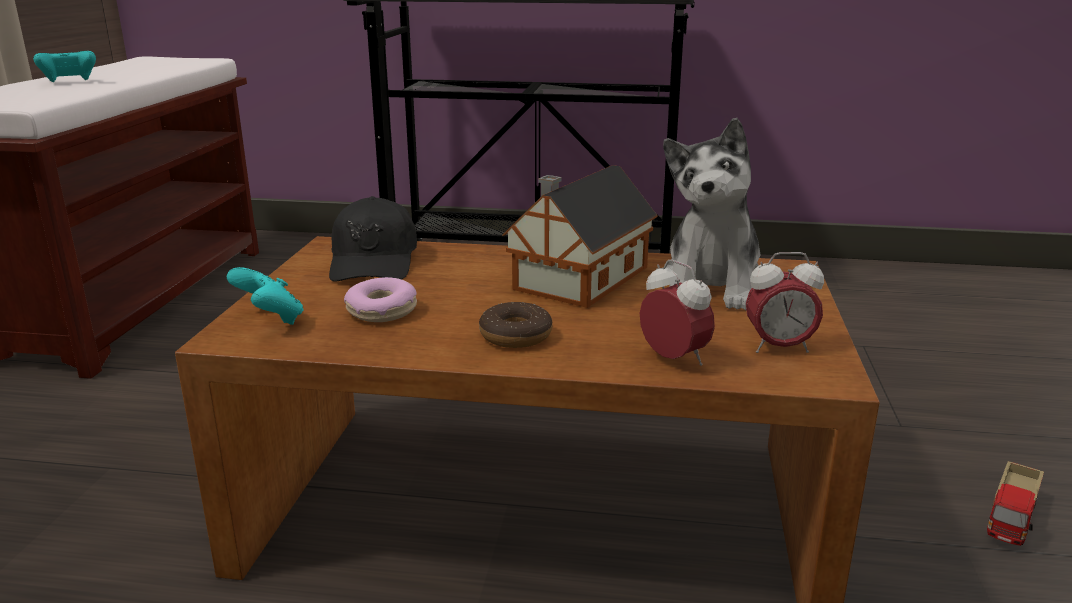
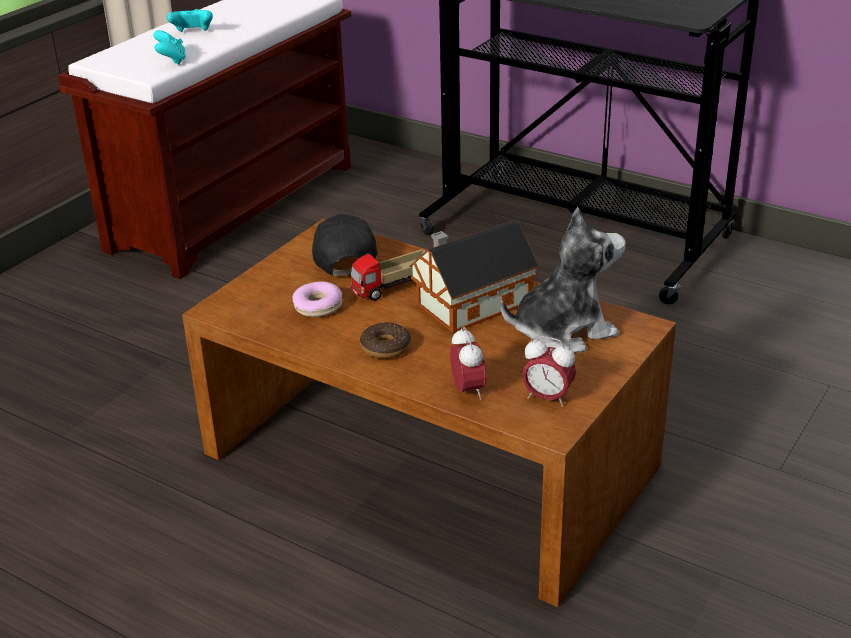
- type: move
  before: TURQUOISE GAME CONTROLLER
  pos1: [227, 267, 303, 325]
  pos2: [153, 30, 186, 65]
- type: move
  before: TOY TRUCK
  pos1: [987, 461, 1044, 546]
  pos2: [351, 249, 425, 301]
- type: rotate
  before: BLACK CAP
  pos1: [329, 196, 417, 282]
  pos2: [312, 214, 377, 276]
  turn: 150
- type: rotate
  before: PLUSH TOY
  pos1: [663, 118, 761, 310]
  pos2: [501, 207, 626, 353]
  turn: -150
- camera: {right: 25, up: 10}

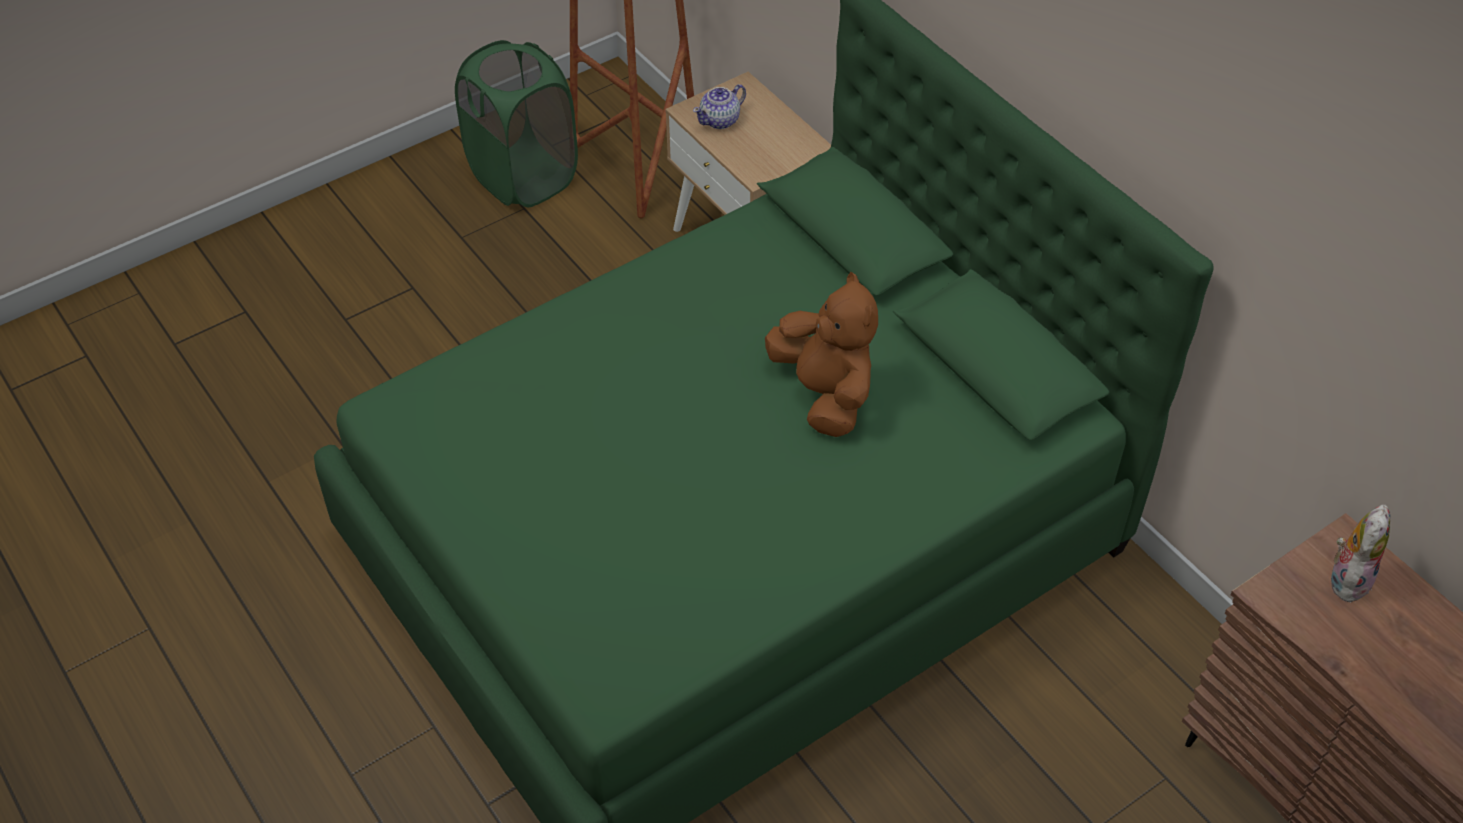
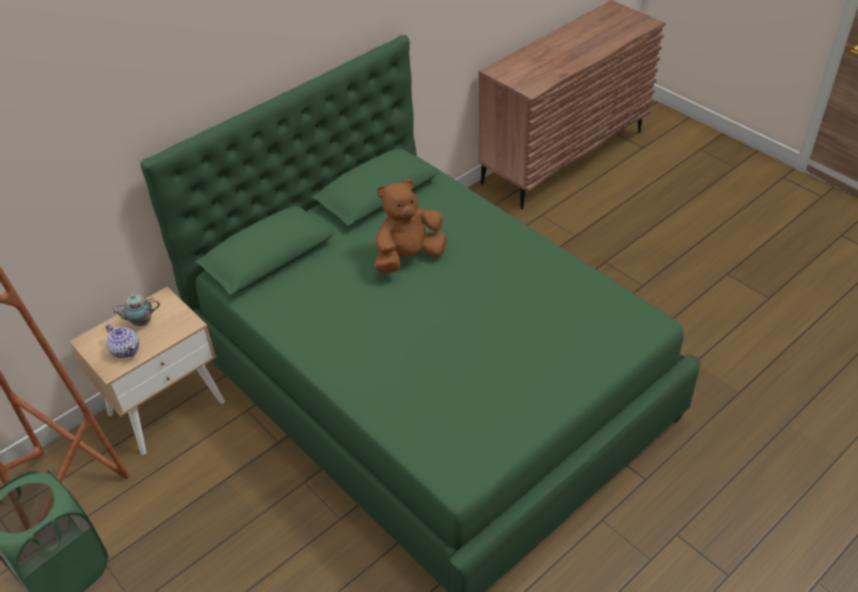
- type: delete
  before: PLUSH TOY
  pos1: [1331, 504, 1390, 603]
- type: insert
  after: TEAPOT
  pos2: [112, 294, 160, 326]
- camera: {right: -95, up: -5}

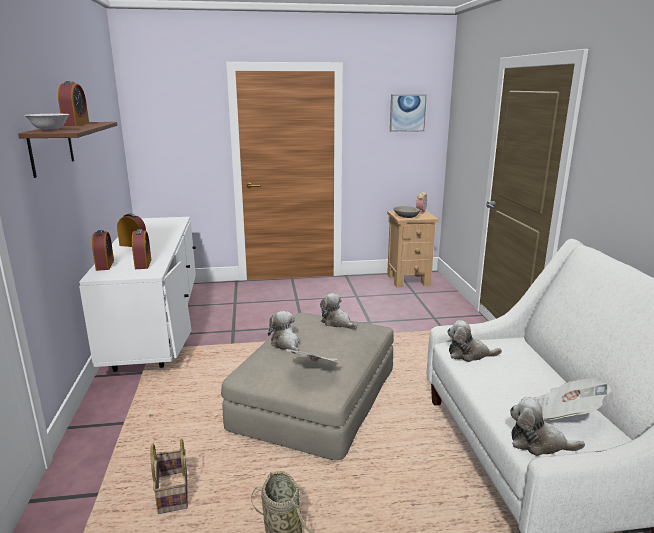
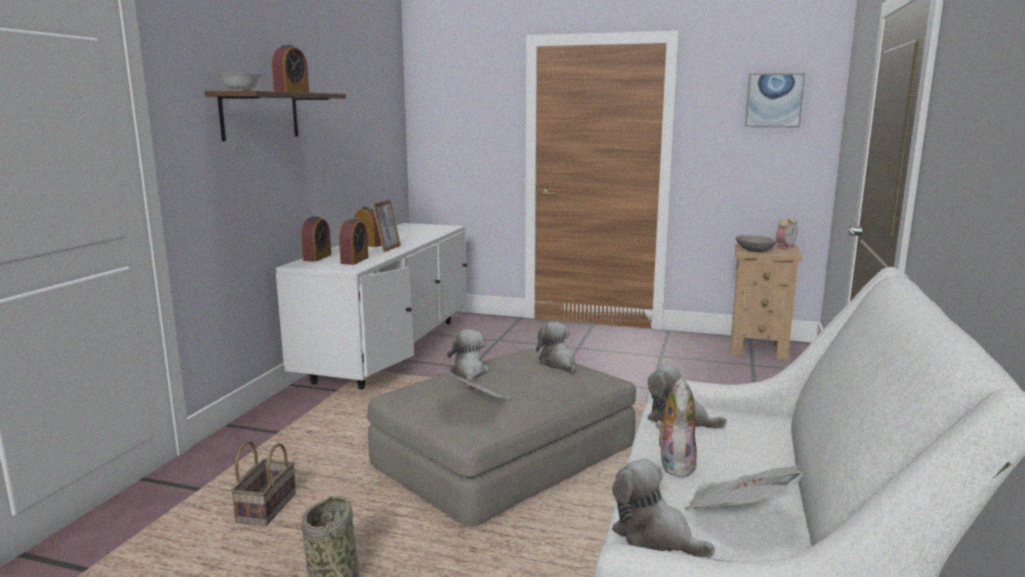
- type: insert
  after: PICTURE FRAME
  pos2: [372, 199, 401, 252]
- type: insert
  after: PLUSH TOY
  pos2: [656, 378, 697, 477]
- camera: {right: 25, up: -5}

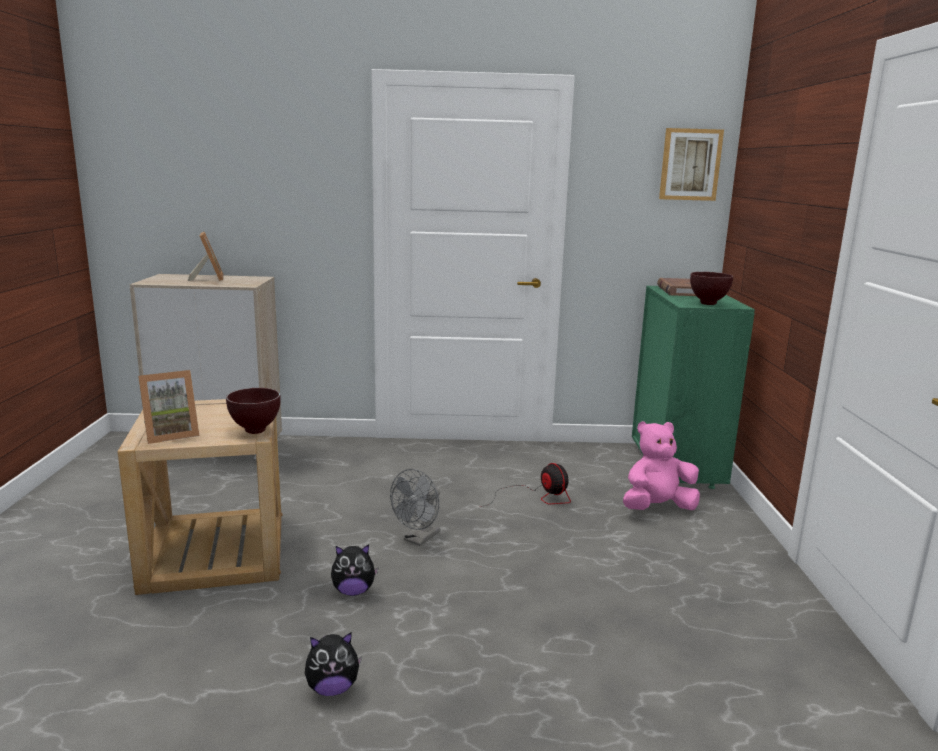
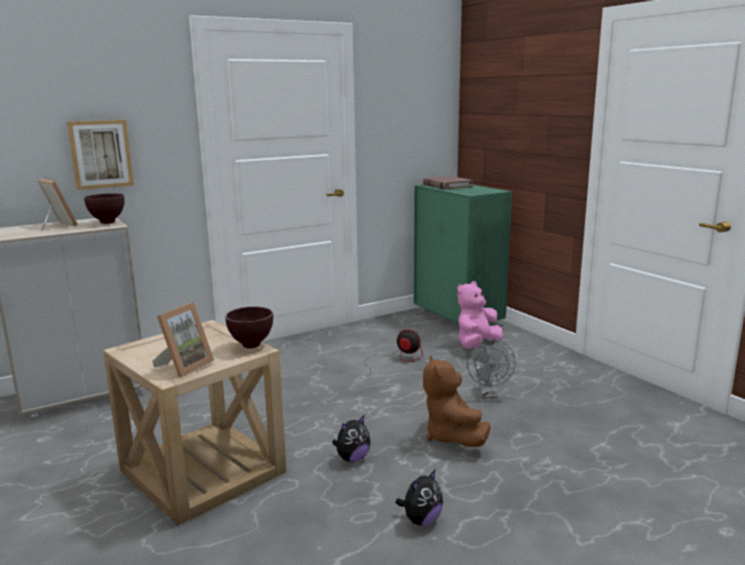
- type: insert
  after: BROWN PLUSH TOY
  pos2: [423, 356, 491, 447]
- type: move
  before: GREY FAN
  pos1: [390, 469, 440, 546]
  pos2: [467, 339, 516, 398]
- type: move
  before: PICTURE
  pos1: [659, 128, 724, 201]
  pos2: [67, 120, 134, 190]
- type: move
  before: BROWN BOWL
  pos1: [690, 272, 733, 305]
  pos2: [84, 193, 124, 224]
- camera: {right: -30, up: 0}

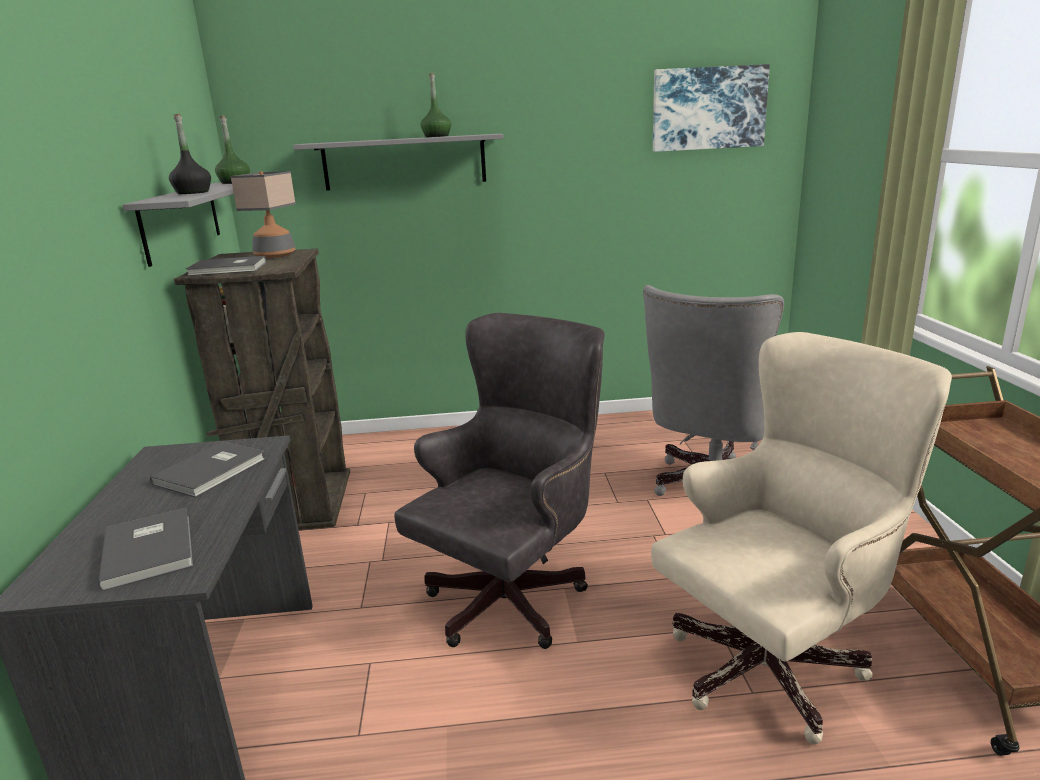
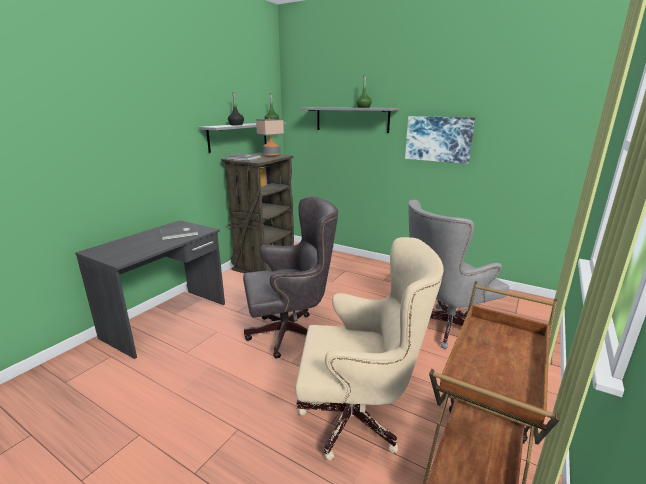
- type: delete
  before: GREY BOOK
  pos1: [98, 508, 193, 592]
- type: move
  before: PICTURE
  pos1: [653, 64, 770, 152]
  pos2: [405, 116, 475, 164]
- camera: {right: 35, up: 0}

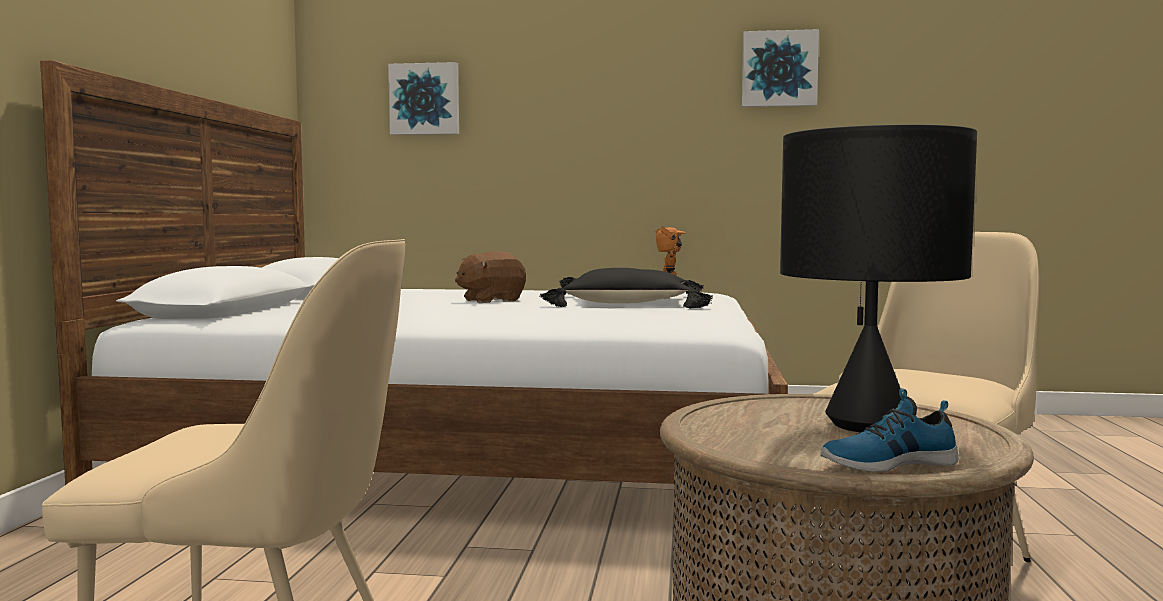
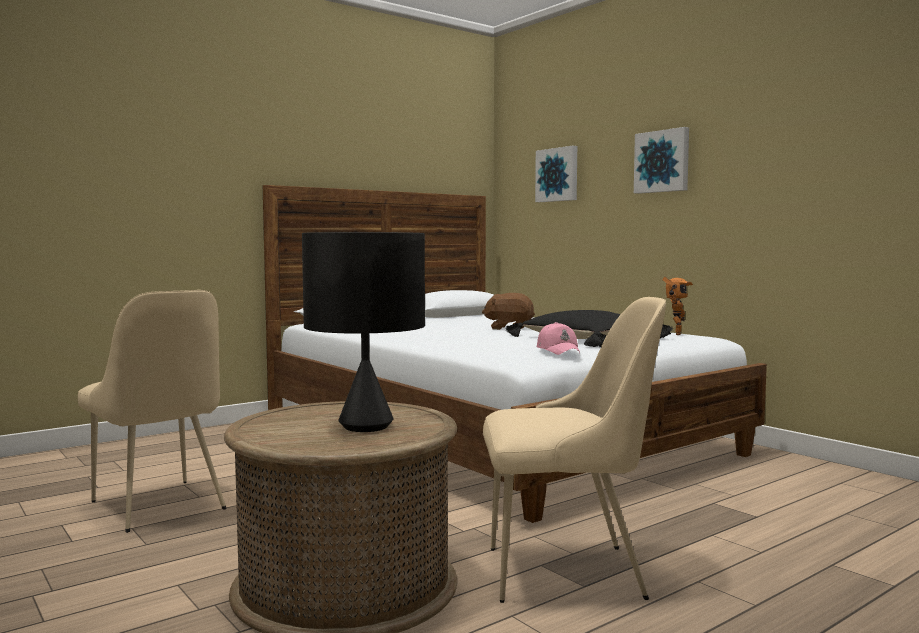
- type: delete
  before: SHOE
  pos1: [820, 388, 959, 472]
- type: insert
  after: PINK CAP
  pos2: [537, 322, 580, 355]
- type: move
  before: PICTURE
  pos1: [742, 29, 819, 107]
  pos2: [634, 127, 689, 194]
- camera: {right: 45, up: 0}

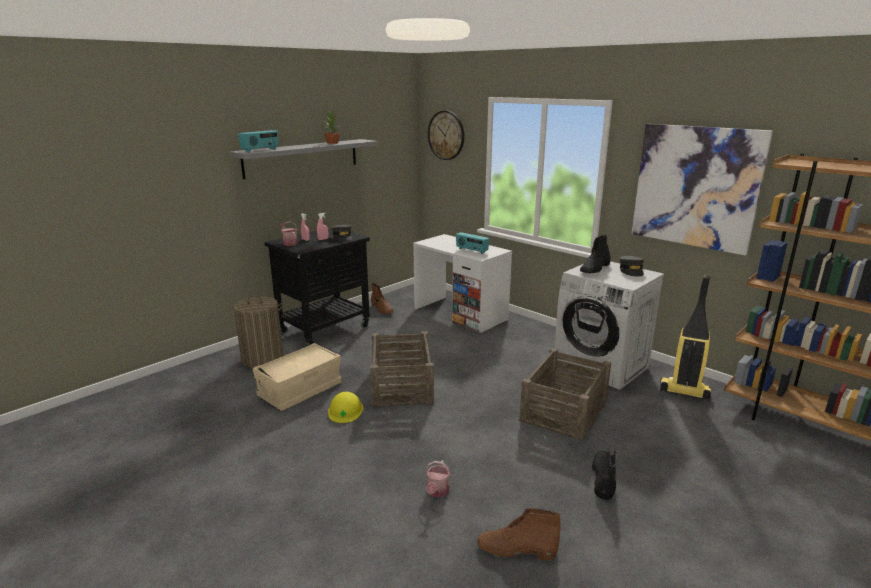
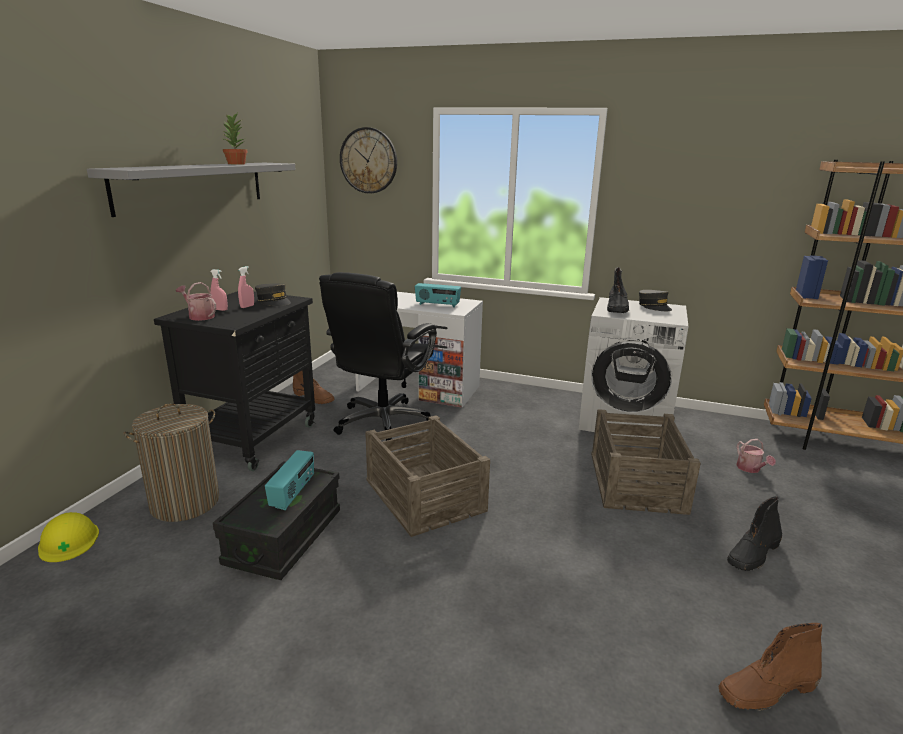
- type: delete
  before: PICTURE
  pos1: [631, 124, 773, 255]
- type: delete
  before: VACUUM CLEANER
  pos1: [660, 275, 711, 401]
- type: insert
  after: BLACK OFFICE CHAIR
  pos2: [319, 272, 437, 441]
- type: move
  before: RADIO
  pos1: [238, 130, 278, 152]
  pos2: [265, 450, 314, 510]
- type: move
  before: YELLOW HARD HAT
  pos1: [328, 392, 363, 423]
  pos2: [38, 512, 99, 562]
- type: move
  before: WATERING CAN
  pos1: [426, 460, 451, 497]
  pos2: [736, 439, 776, 473]
- type: recolor
  before: BEIGE STORAGE BOX
  after: BLACK STORAGE BOX
  pos1: [253, 343, 341, 411]
  pos2: [213, 461, 340, 580]
- type: rotate
  before: BLACK BOOT
  pos1: [592, 448, 616, 500]
  pos2: [727, 496, 782, 571]
  turn: -120
- camera: {right: -25, up: 0}

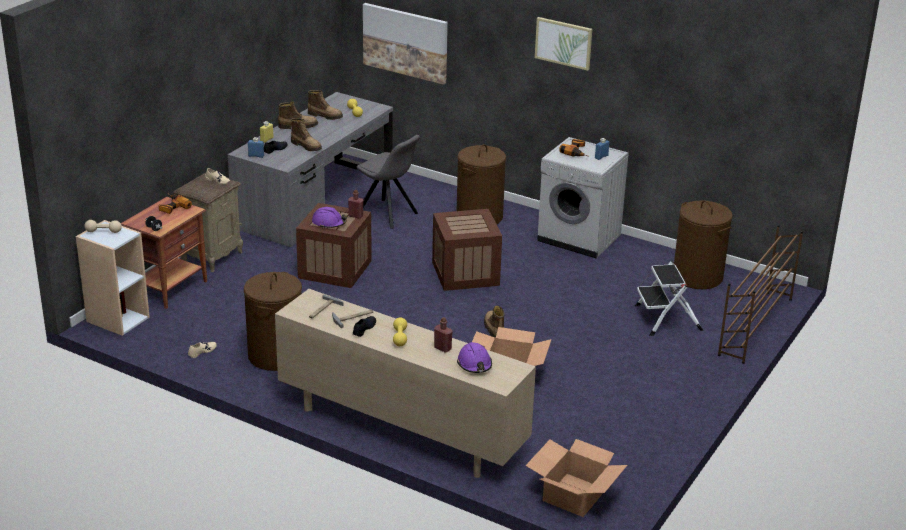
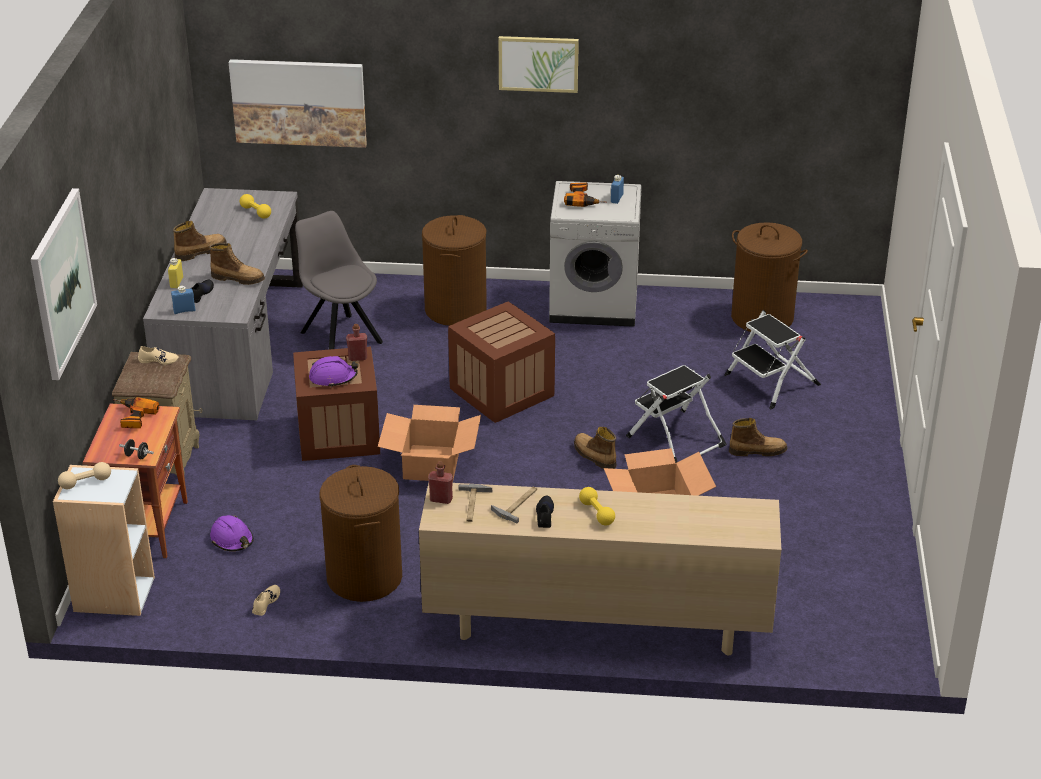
- type: delete
  before: BROWN SHOE RACK
  pos1: [718, 225, 803, 364]
- type: insert
  after: PICTURE
  pos2: [31, 188, 97, 380]
- type: insert
  after: STEP LADDER
  pos2: [626, 365, 727, 463]
- type: move
  before: BOOT
  pos1: [308, 90, 343, 120]
  pos2: [729, 418, 787, 456]
- type: move
  before: RED BOTTLE
  pos1: [434, 317, 453, 353]
  pos2: [428, 462, 453, 504]
- type: move
  before: PURPLE HARD HAT
  pos1: [457, 342, 492, 373]
  pos2: [210, 515, 254, 551]
- type: move
  before: CARDBOARD BOX
  pos1: [525, 439, 627, 517]
  pos2: [378, 405, 481, 481]
- type: rotate
  before: GREY CHAIR
  pos1: [356, 135, 420, 229]
  pos2: [295, 211, 383, 350]
  turn: -135
- camera: {right: -25, up: 5}

